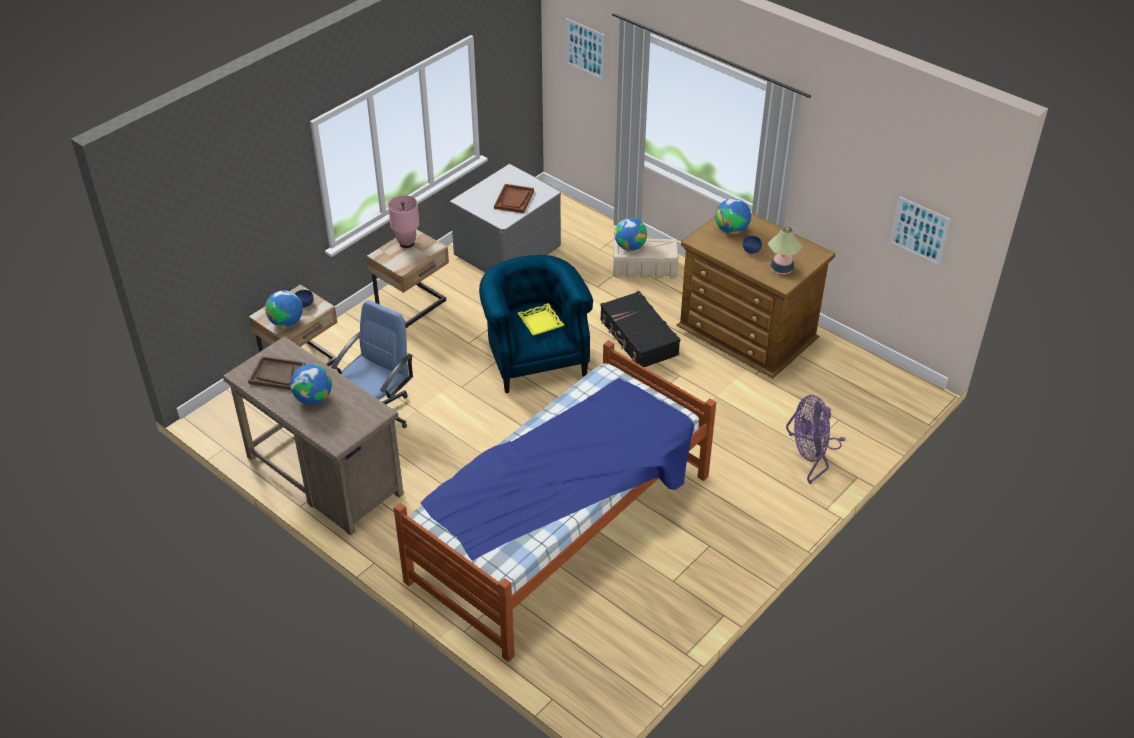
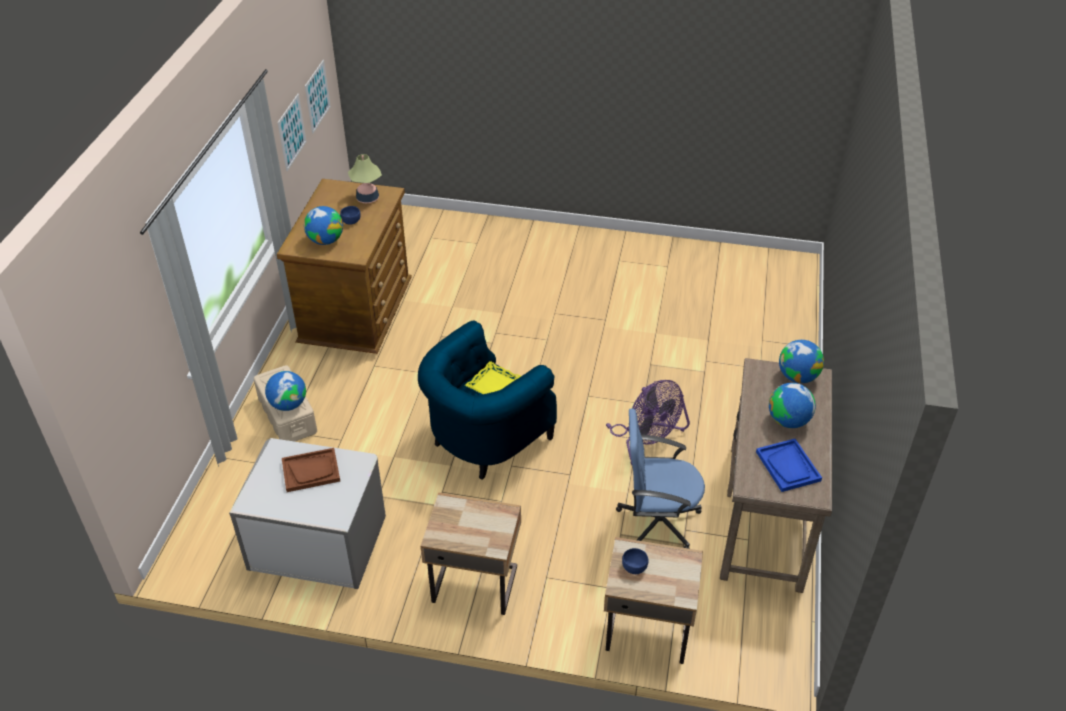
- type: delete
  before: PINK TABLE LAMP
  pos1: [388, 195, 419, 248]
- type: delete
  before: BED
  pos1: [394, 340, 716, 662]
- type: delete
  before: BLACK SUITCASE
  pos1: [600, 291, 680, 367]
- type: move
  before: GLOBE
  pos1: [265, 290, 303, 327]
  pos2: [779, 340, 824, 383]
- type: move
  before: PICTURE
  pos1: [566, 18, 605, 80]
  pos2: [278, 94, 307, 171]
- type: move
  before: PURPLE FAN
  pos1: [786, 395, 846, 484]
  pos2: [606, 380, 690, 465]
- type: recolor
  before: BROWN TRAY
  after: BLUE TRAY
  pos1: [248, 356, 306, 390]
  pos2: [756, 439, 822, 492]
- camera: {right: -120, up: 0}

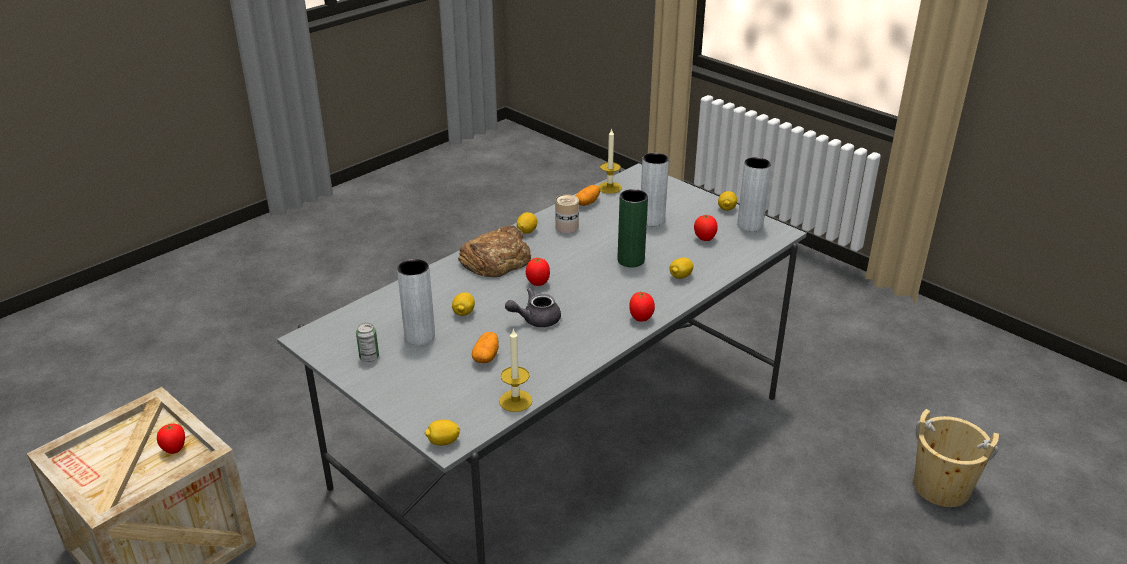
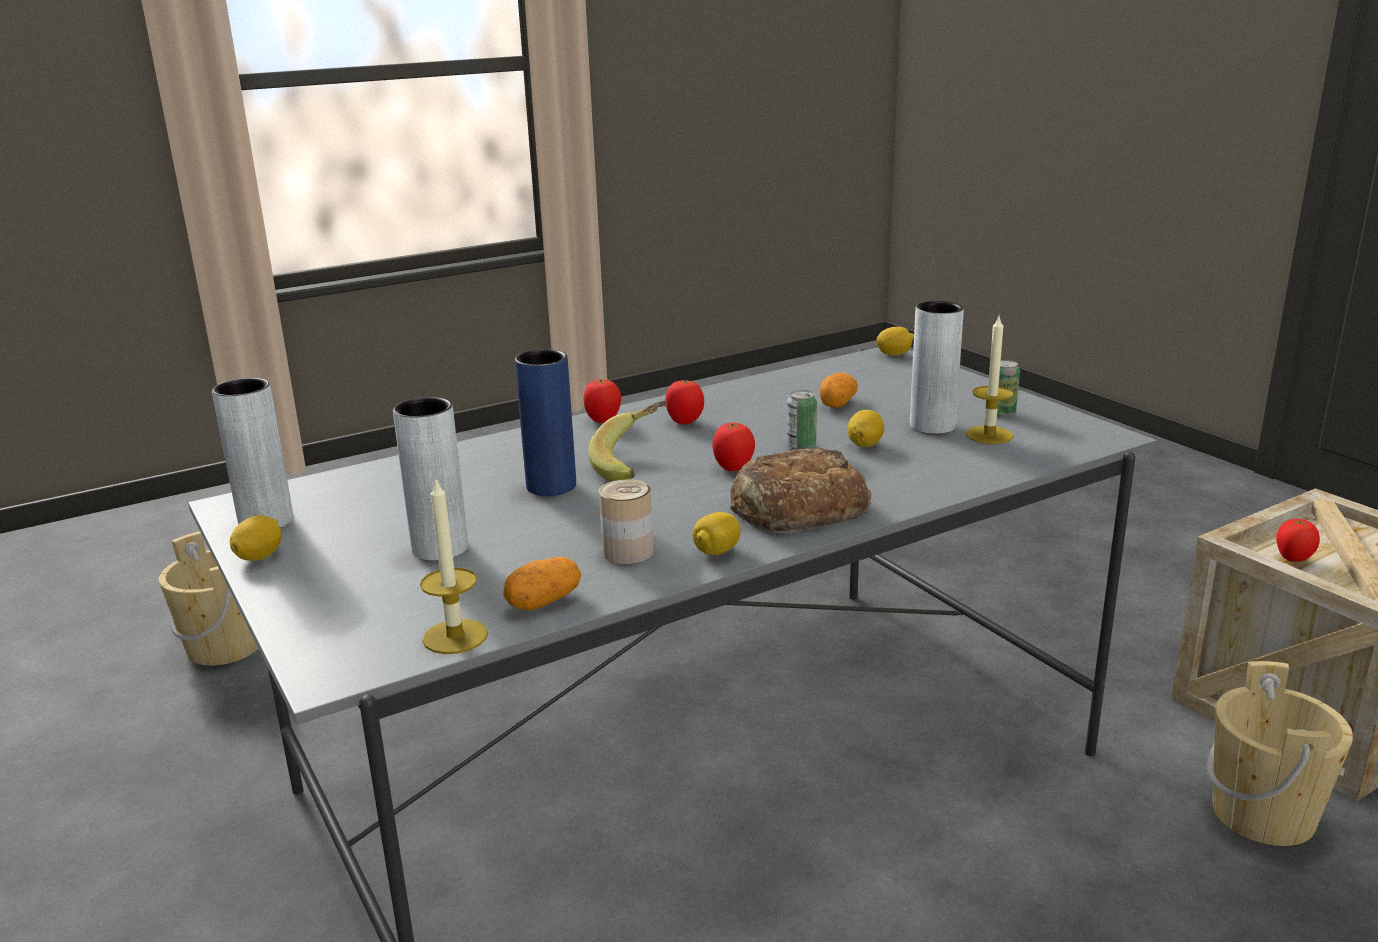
- type: delete
  before: GREY TEAPOT
  pos1: [505, 288, 561, 327]
- type: delete
  before: LEMON
  pos1: [670, 258, 693, 279]
- type: insert
  after: BANANA
  pos2: [588, 401, 667, 482]
- type: insert
  after: CAN
  pos2: [787, 390, 817, 450]
- type: insert
  after: BEIGE BUCKET
  pos2: [1207, 661, 1353, 846]
- type: move
  before: CANDLE
  pos1: [499, 328, 533, 412]
  pos2: [966, 316, 1013, 444]
- type: move
  before: TOMATO
  pos1: [694, 214, 718, 241]
  pos2: [665, 380, 704, 424]
- type: recolor
  before: GREEN VASE
  after: BLUE VASE
  pos1: [618, 189, 648, 267]
  pos2: [515, 349, 576, 496]
- camera: {right: -165, up: -10}

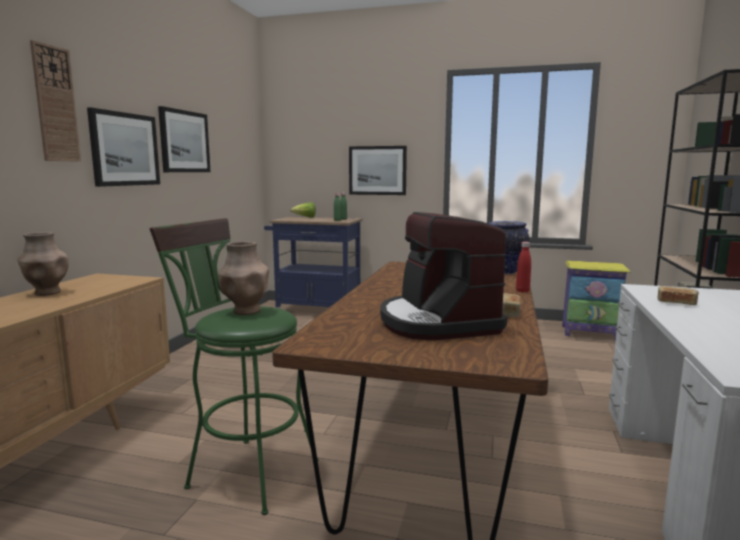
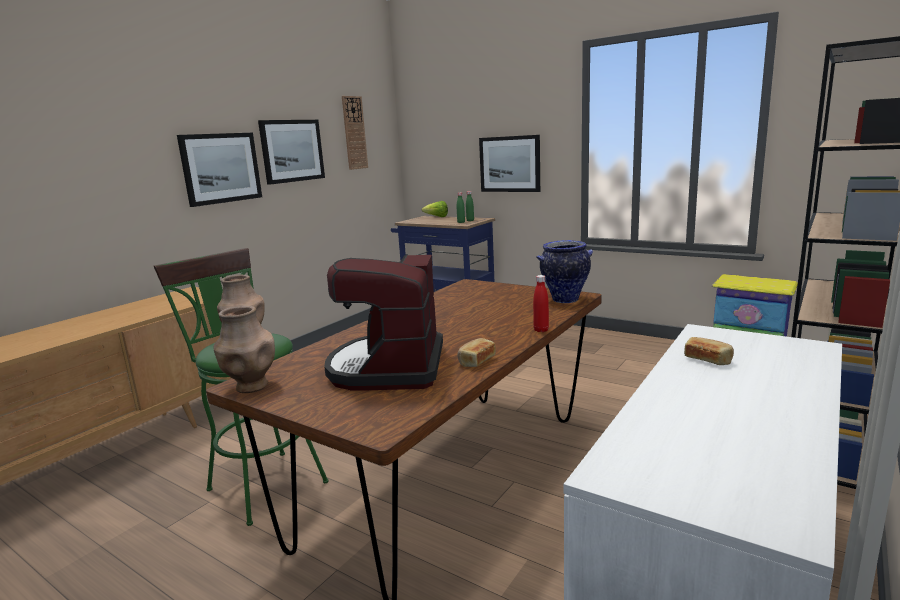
- type: move
  before: BROWN VASE
  pos1: [17, 232, 69, 296]
  pos2: [214, 306, 275, 393]
- type: move
  before: WALL CLOCK
  pos1: [30, 40, 81, 162]
  pos2: [342, 96, 368, 170]
- camera: {right: 20, up: 5}

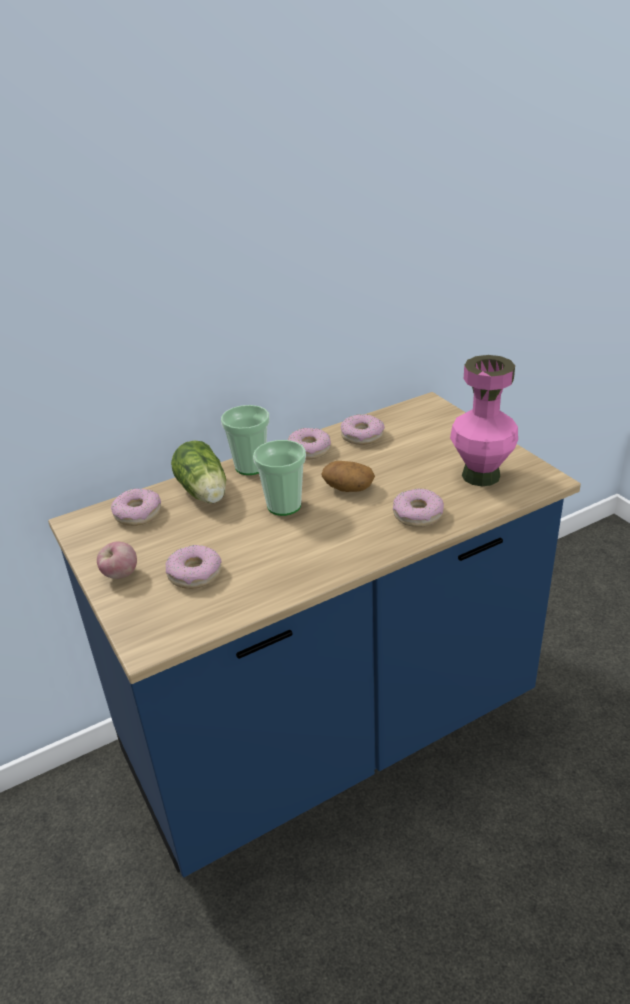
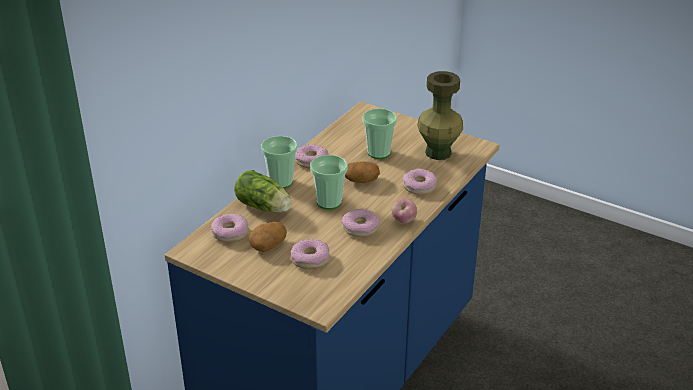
- type: insert
  after: POTATO
  pos2: [248, 221, 287, 252]
- type: insert
  after: CUP
  pos2: [362, 108, 397, 159]
- type: move
  before: APPLE
  pos1: [97, 542, 137, 579]
  pos2: [392, 198, 417, 223]
- type: move
  before: DONUT
  pos1: [341, 414, 385, 445]
  pos2: [342, 209, 379, 237]
- type: recolor
  before: PINK VASE
  after: GREEN VASE
  pos1: [450, 355, 518, 486]
  pos2: [417, 71, 463, 160]
- camera: {right: -30, up: 0}

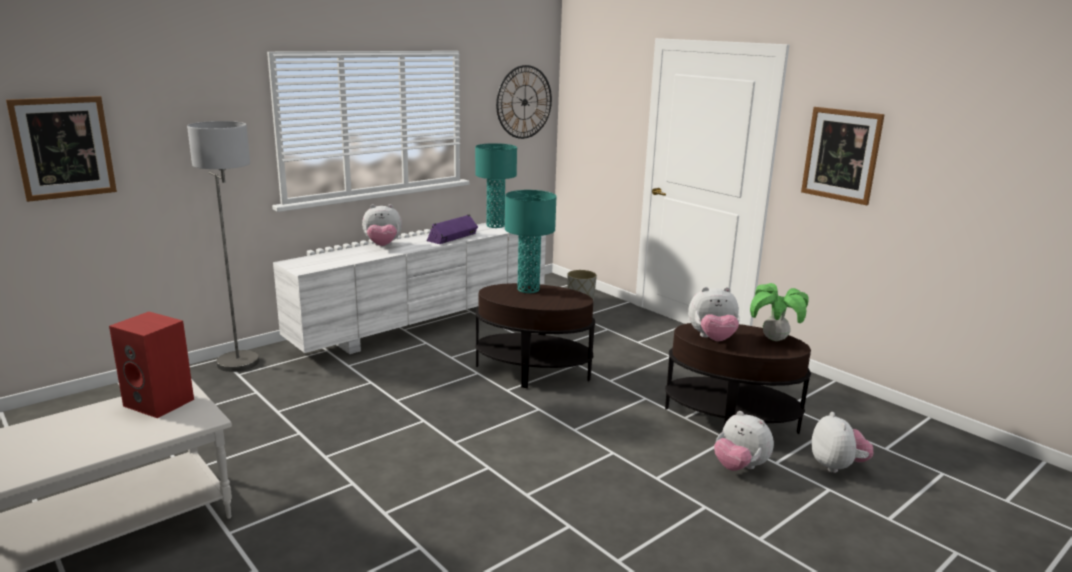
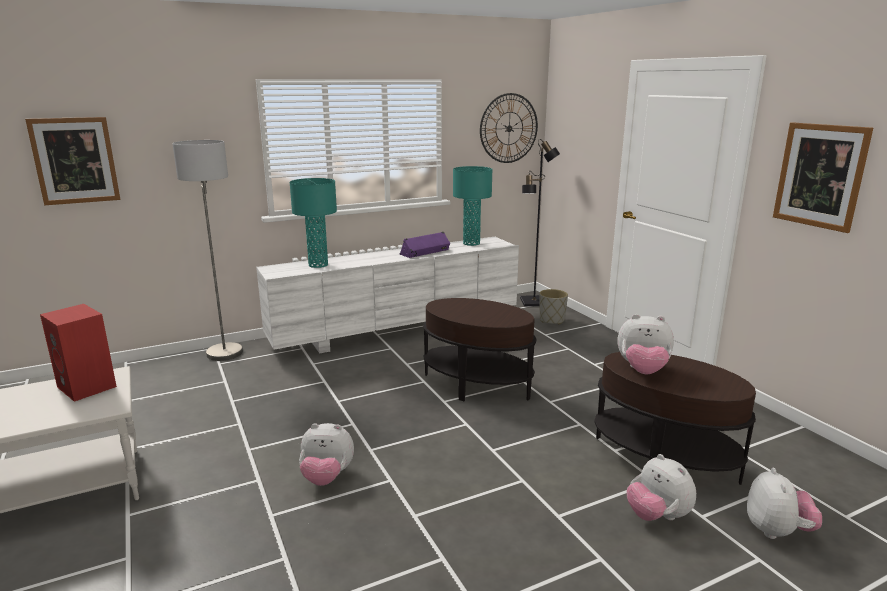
- type: delete
  before: POTTED PLANT
  pos1: [750, 283, 809, 341]
- type: insert
  after: BLACK FLOOR LAMP
  pos2: [520, 139, 560, 307]
- type: move
  before: PLUSH TOY
  pos1: [362, 204, 402, 246]
  pos2: [299, 423, 354, 486]
- type: move
  before: TURQUOISE TABLE LAMP
  pos1: [505, 190, 556, 293]
  pos2: [290, 178, 337, 268]
- camera: {right: 15, up: 0}

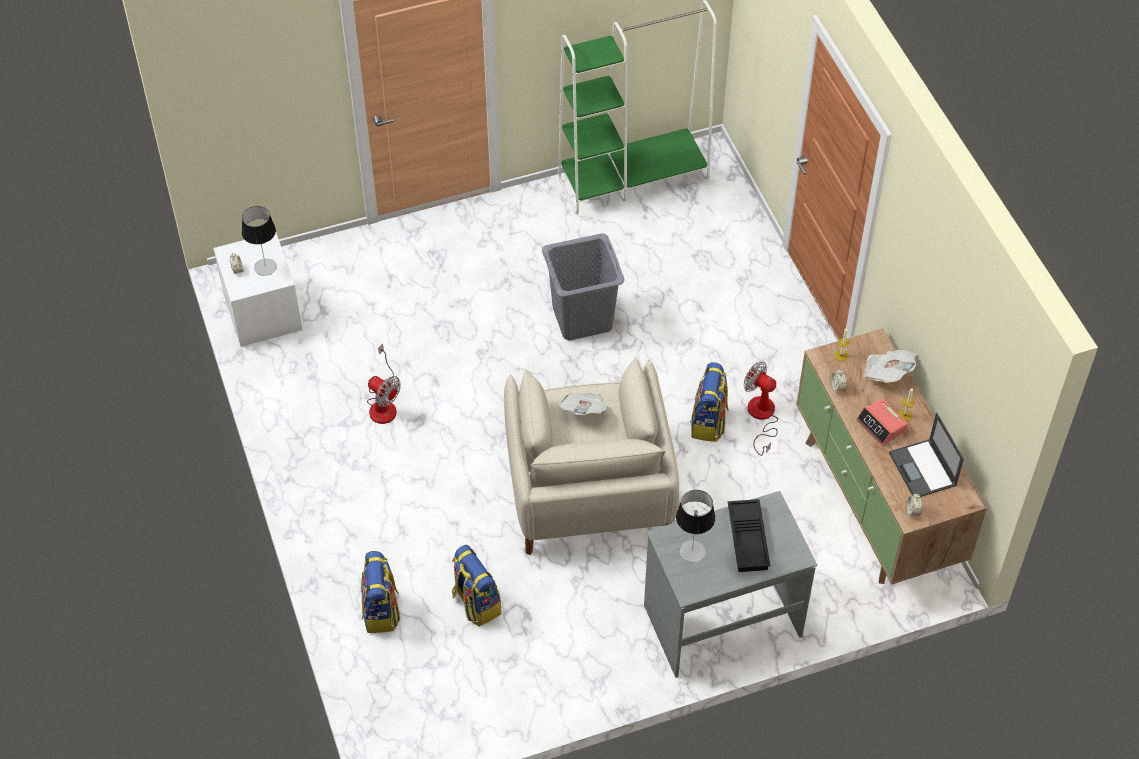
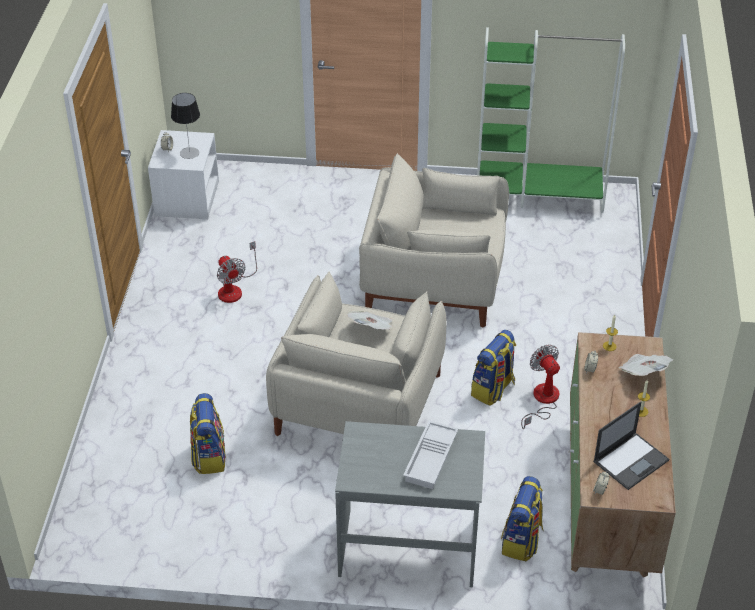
- type: delete
  before: TABLE LAMP
  pos1: [676, 490, 715, 563]
- type: delete
  before: ALARM CLOCK
  pos1: [856, 398, 908, 446]
- type: move
  before: BACKPACK
  pos1: [361, 551, 400, 633]
  pos2: [501, 476, 544, 561]
- type: replace
  before: GREY LAUNDRY BASKET
  after: BEIGE ARMCHAIR
  pos1: [542, 233, 625, 340]
  pos2: [359, 153, 509, 327]
- type: recolor
  before: BLACK TRAY
  after: WHITE TRAY
  pos1: [728, 499, 771, 572]
  pos2: [403, 420, 459, 489]
- type: rotate
  before: LAPTOP
  pos1: [889, 413, 964, 497]
  pos2: [593, 402, 669, 490]
  turn: -135
- camera: {right: 25, up: -10}

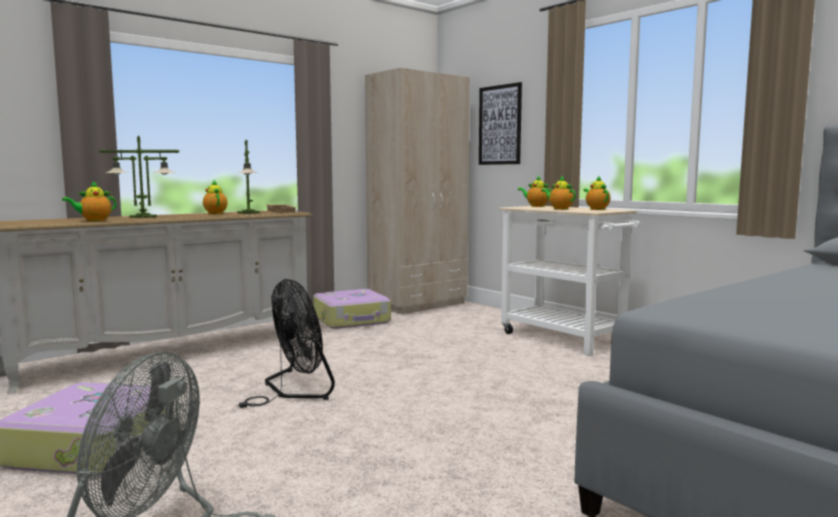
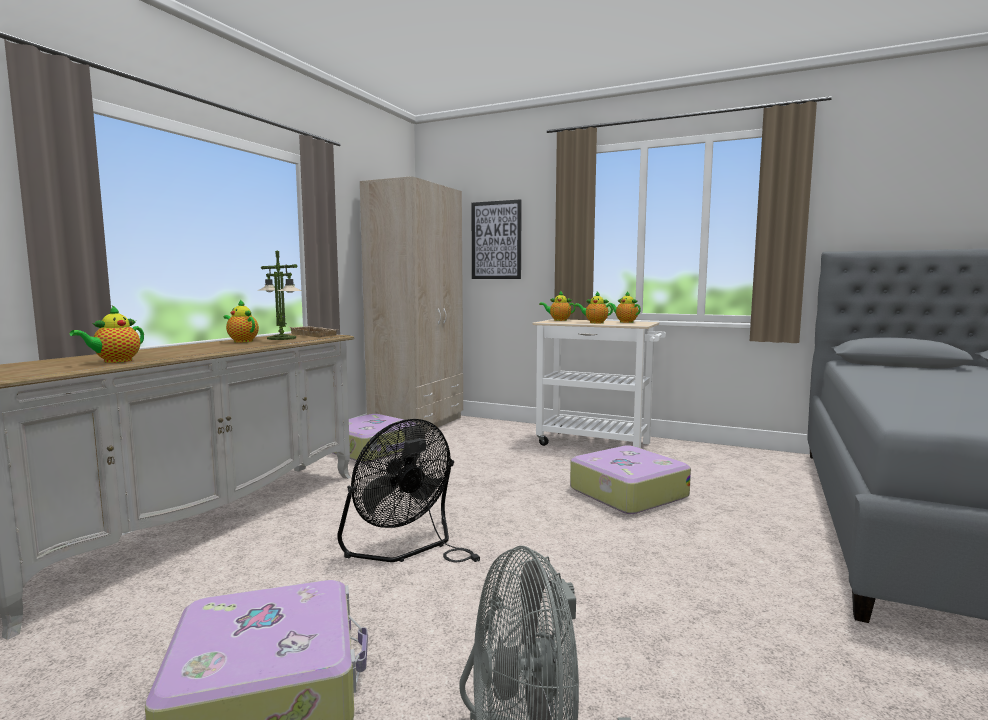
- type: delete
  before: TABLE LAMP
  pos1: [99, 135, 180, 218]
- type: insert
  after: SUITCASE
  pos2: [570, 445, 691, 514]
- type: rotate
  before: BLACK FAN
  pos1: [237, 279, 335, 408]
  pos2: [337, 419, 480, 562]
  turn: -75
- camera: {right: -25, up: 0}

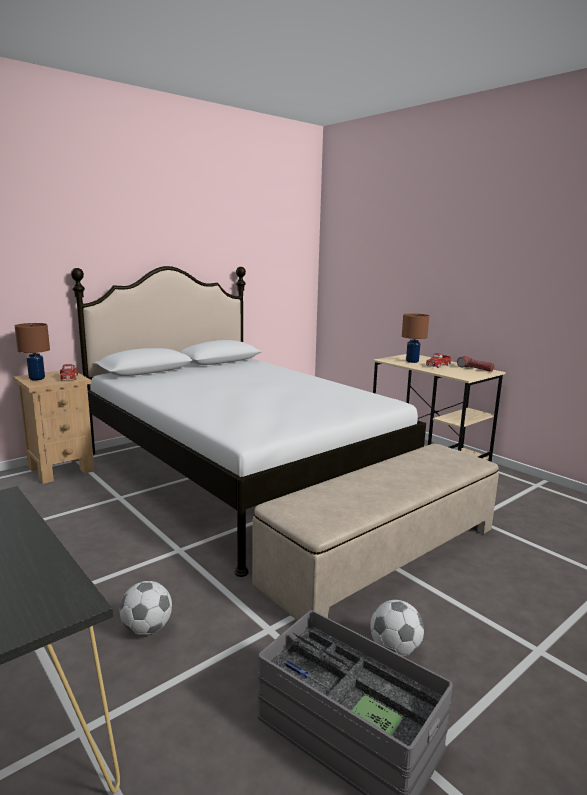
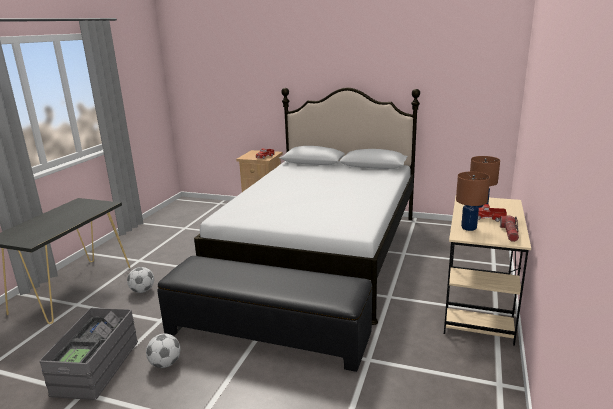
- type: move
  before: BROWN TABLE LAMP
  pos1: [15, 323, 50, 380]
  pos2: [456, 172, 490, 231]
- type: recolor
  before: BEIGE BENCH
  after: BLACK BENCH
  pos1: [252, 444, 499, 621]
  pos2: [158, 256, 372, 372]
- camera: {right: 60, up: 5}

